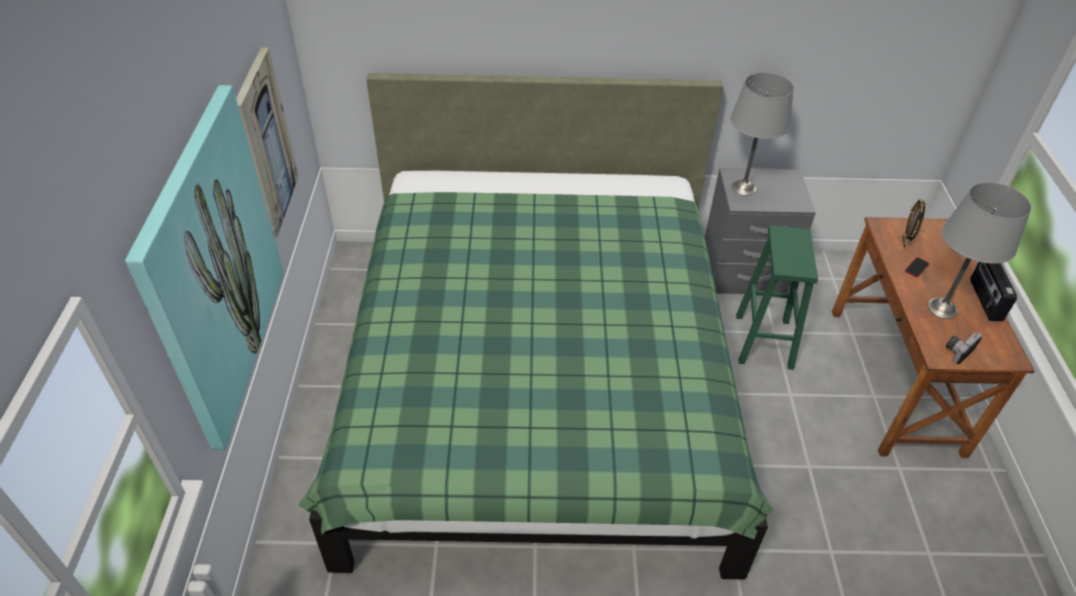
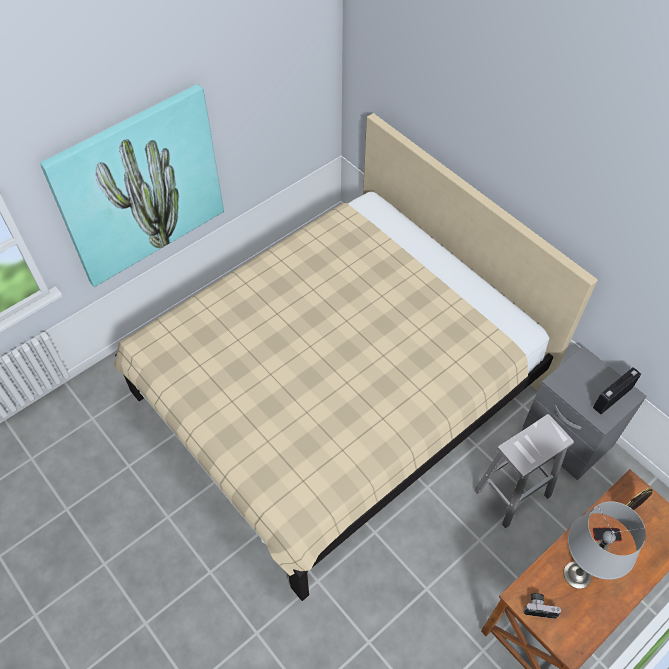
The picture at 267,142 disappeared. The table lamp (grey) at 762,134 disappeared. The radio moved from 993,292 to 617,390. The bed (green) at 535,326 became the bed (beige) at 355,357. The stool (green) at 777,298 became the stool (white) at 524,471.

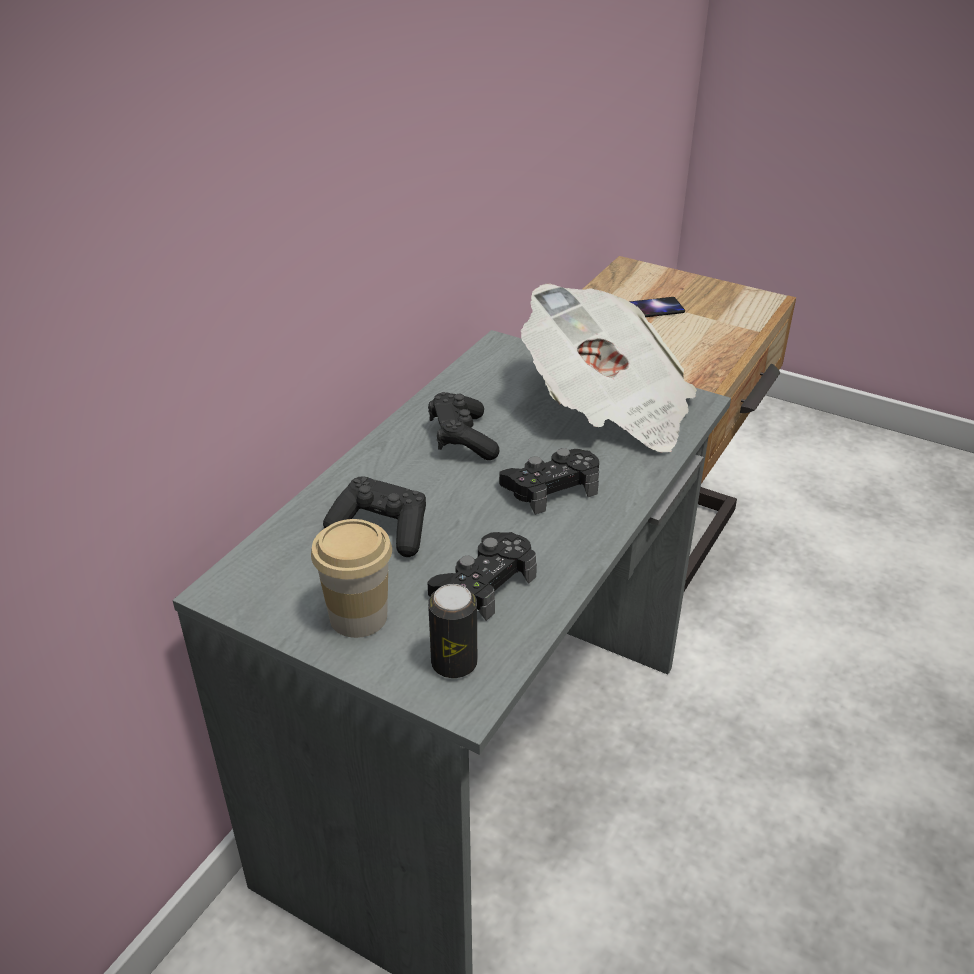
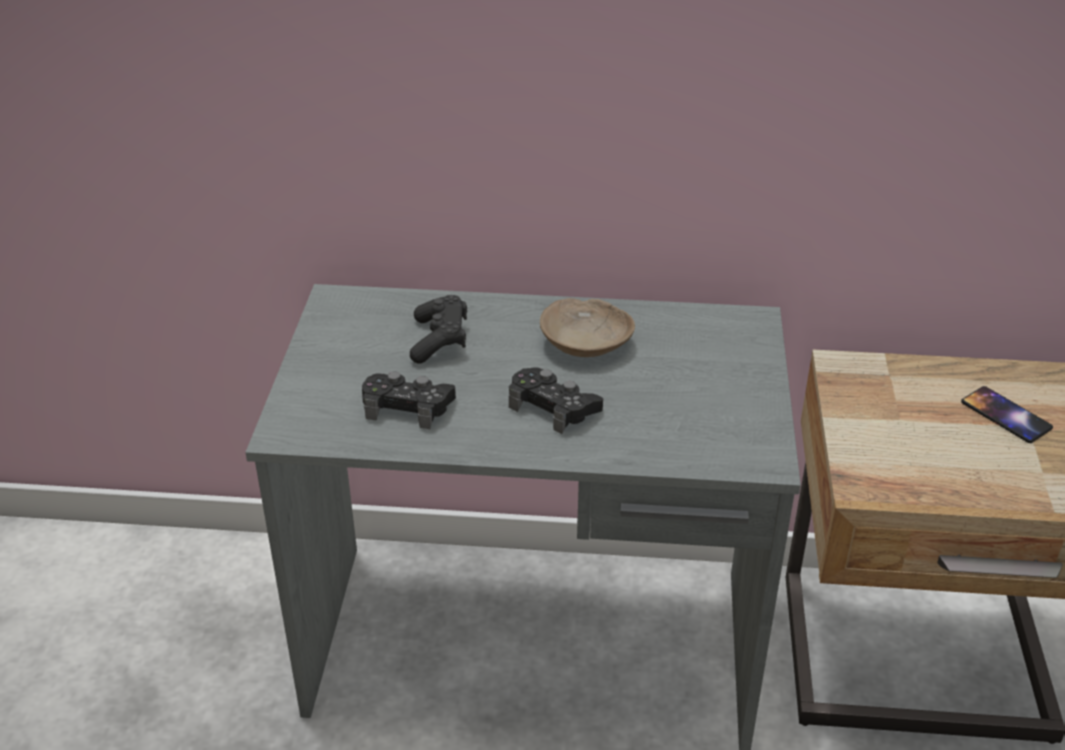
The cup at 351,578 disappeared. The can at 452,631 disappeared. The newspaper at 609,368 disappeared. The game controller (black) at 463,426 was replaced by the bowl (beige) at 587,327.

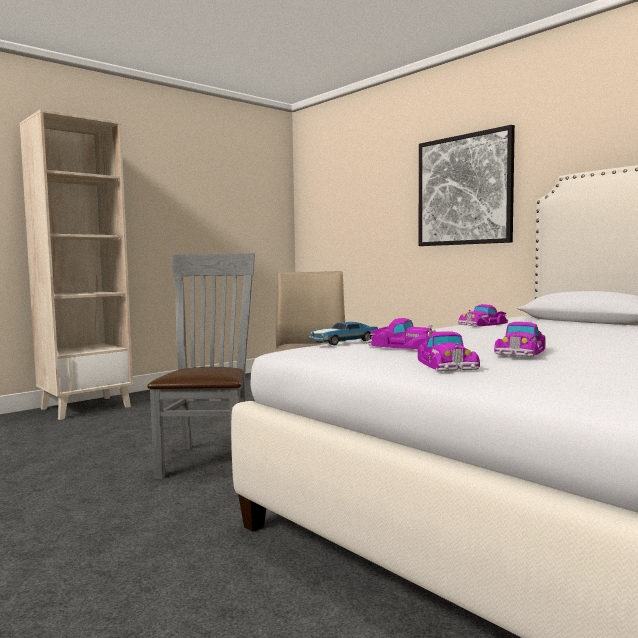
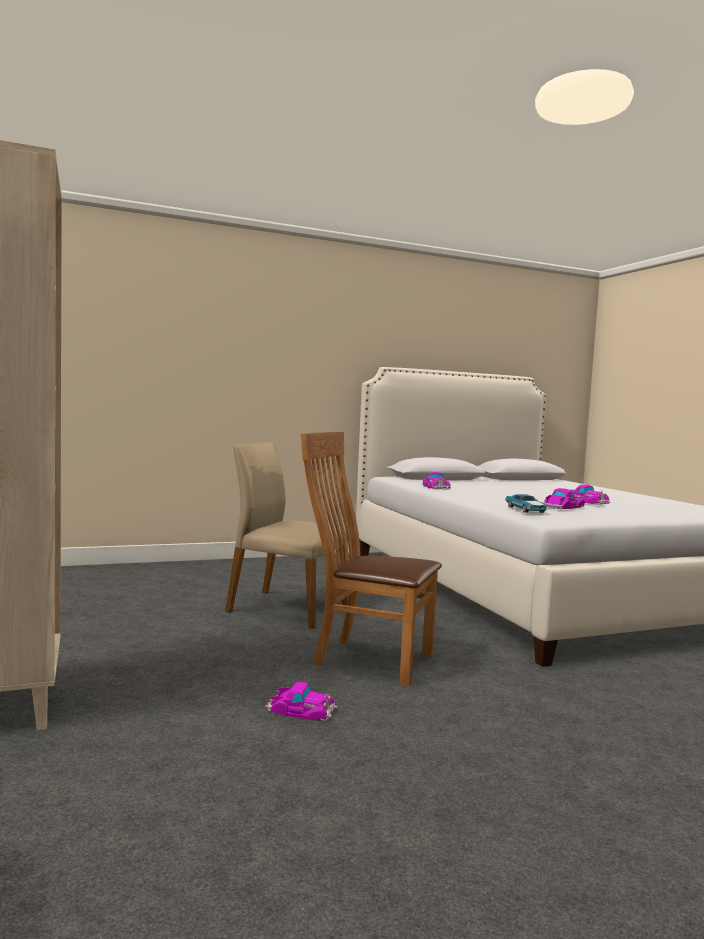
The picture at 467,185 disappeared. The toy car moved from 448,351 to 301,701. The chair (grey) at 201,366 became the chair (brown) at 371,559.

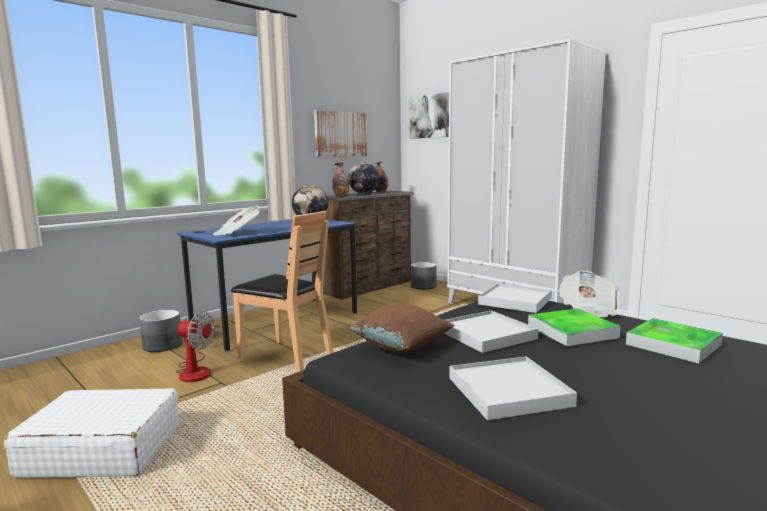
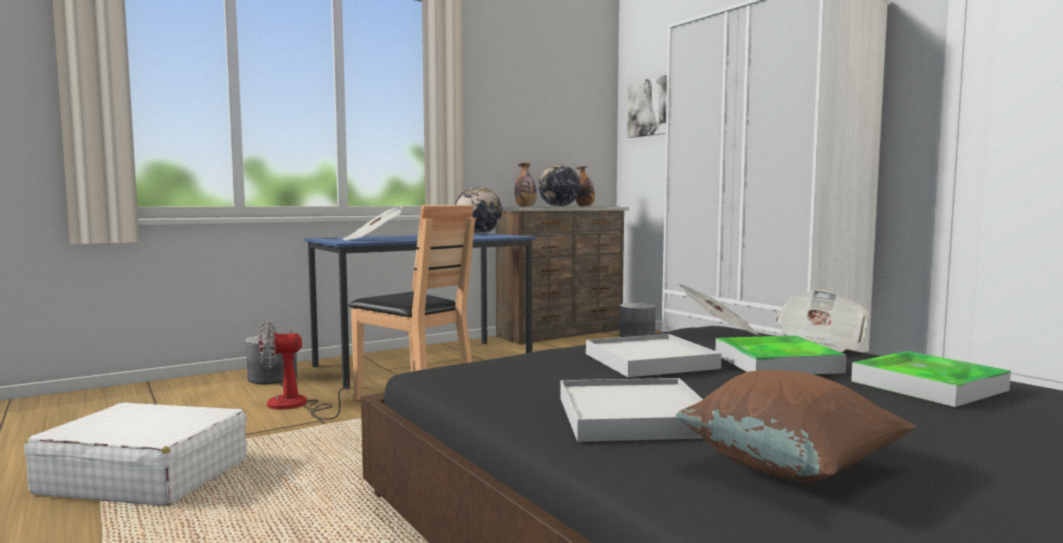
The picture at 341,133 disappeared. The pillow (brown) moved from 402,328 to 796,426. The tray (white) at 515,298 was replaced by the newspaper at 718,309. The fan at 195,346 turned 135 degrees clockwise.

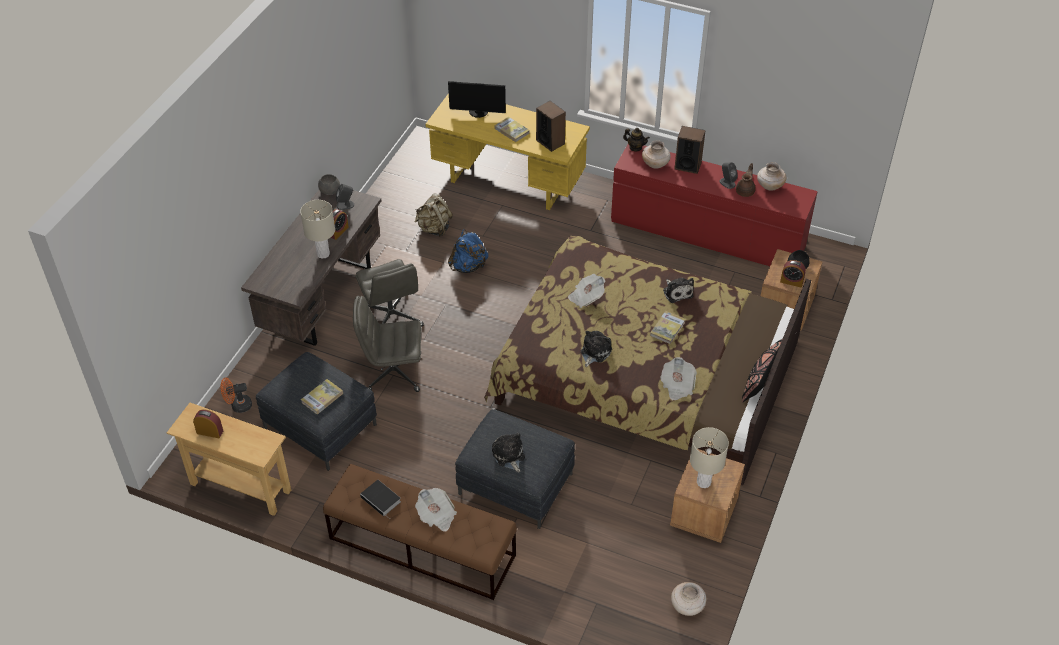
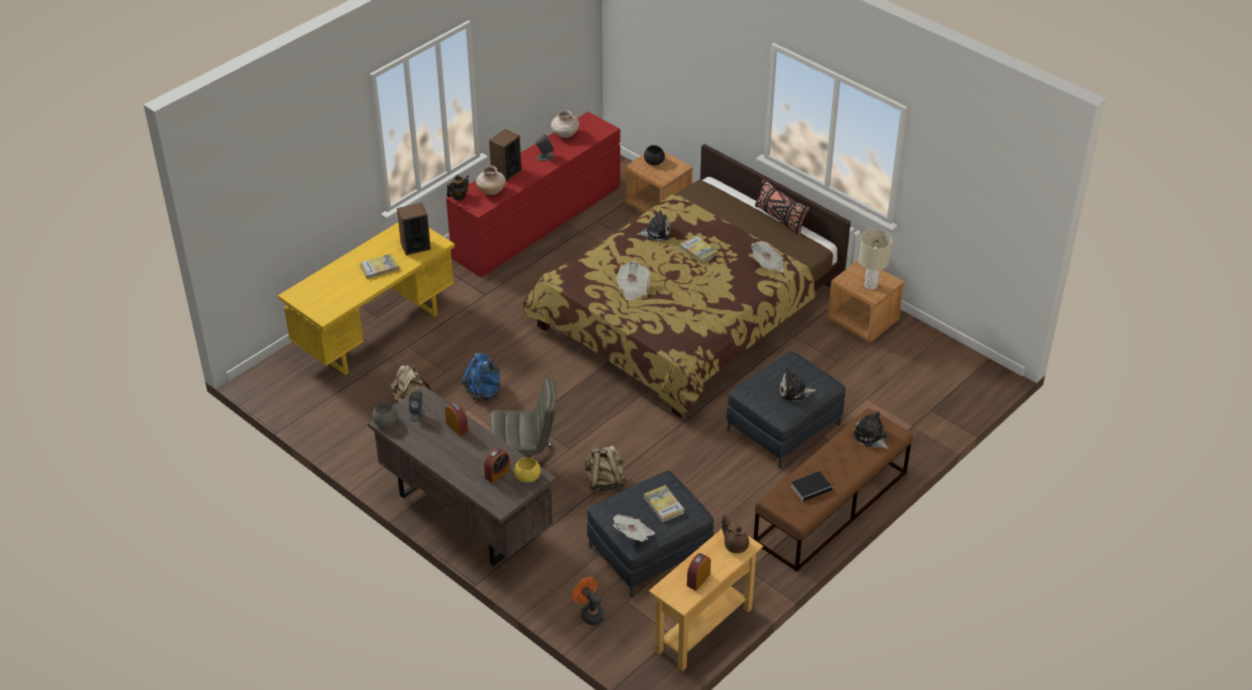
The table lamp (beige) at 317,229 disappeared. The monitor at 477,99 disappeared. The vase (beige) at 688,599 disappeared. The bowl (yellow) at 527,470 appeared. The newspaper moved from 436,510 to 634,528. The plush toy moved from 596,349 to 871,430. The teapot (brown) moved from 746,180 to 735,534. The alarm clock moved from 793,273 to 497,465. The office chair (grey) at 387,344 was replaced by the backpack (beige) at 605,469. The fan (orange) at 236,395 turned 135 degrees clockwise.

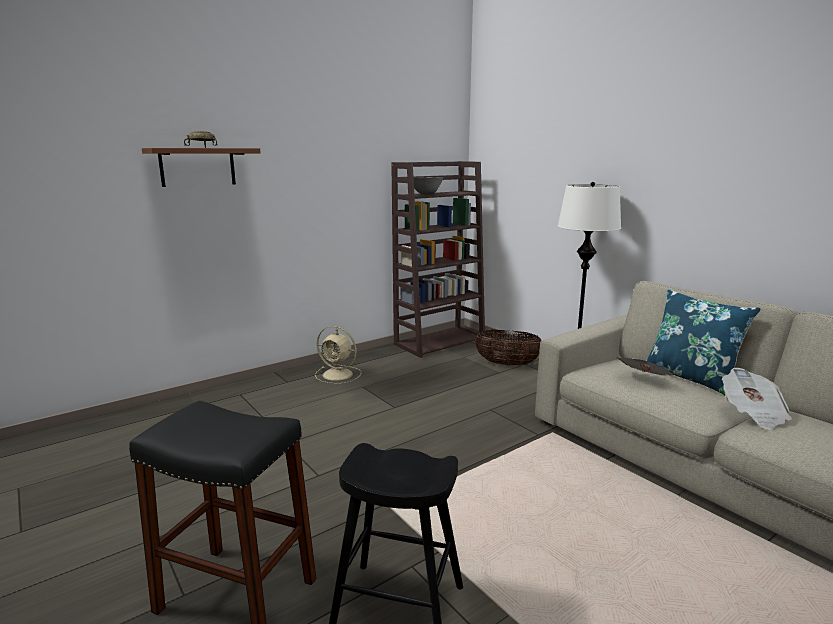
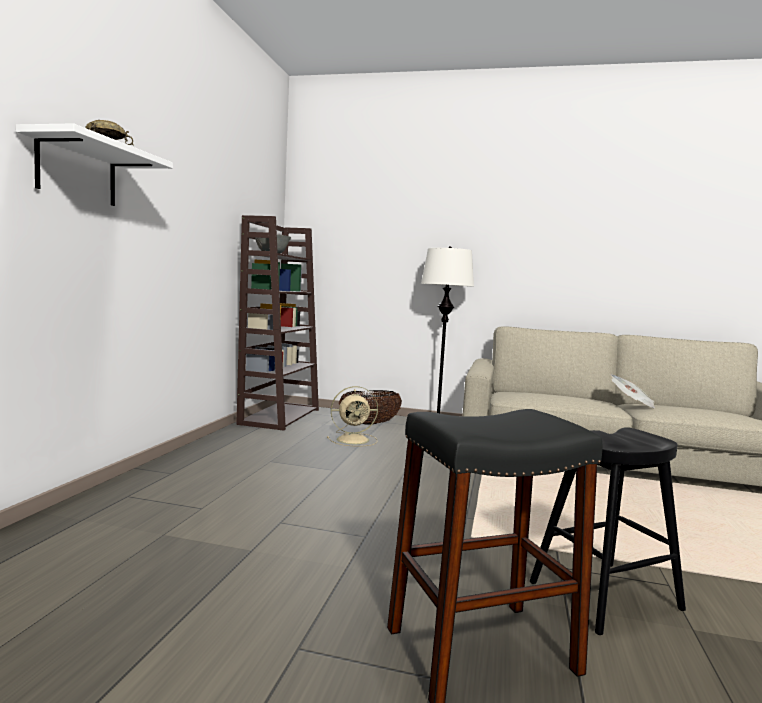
The newspaper at 645,367 disappeared. The pillow (blue) at 703,342 disappeared. The fan (beige) moved from 338,355 to 352,416. The shelf (brown) at 201,167 became the shelf (white) at 94,164.

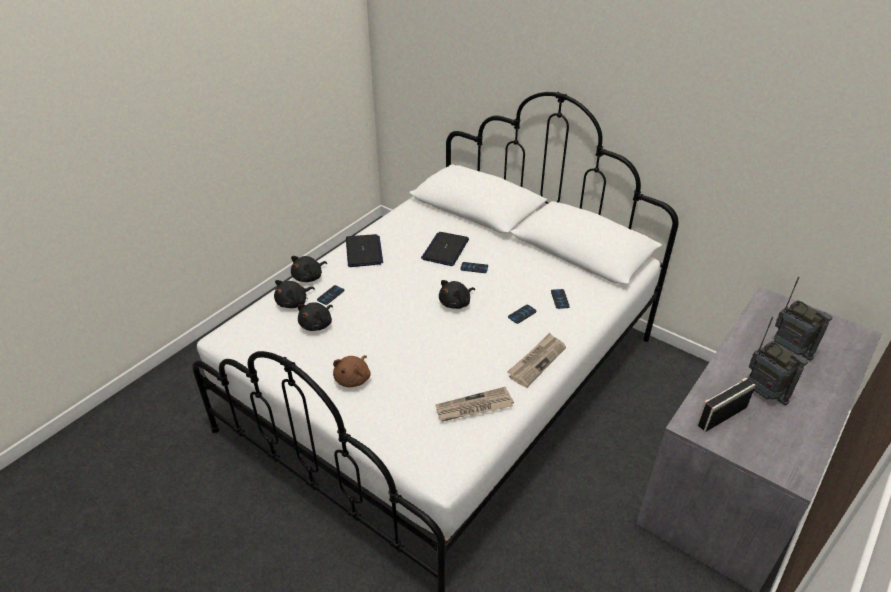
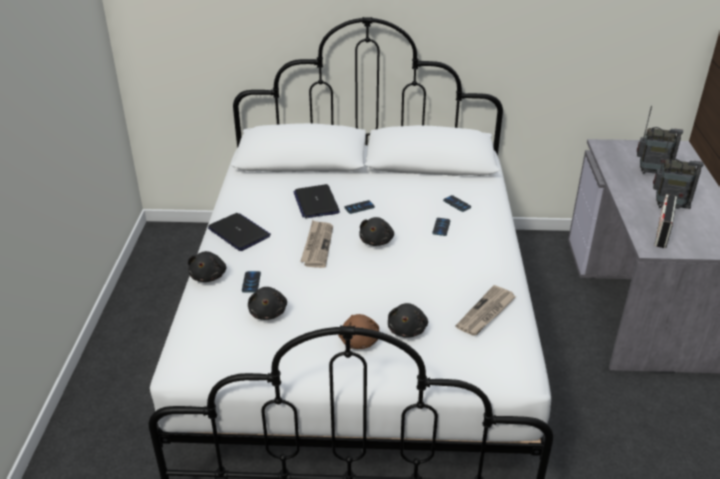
The plush toy (black) moved from 294,294 to 408,320. The newspaper moved from 536,360 to 316,244.

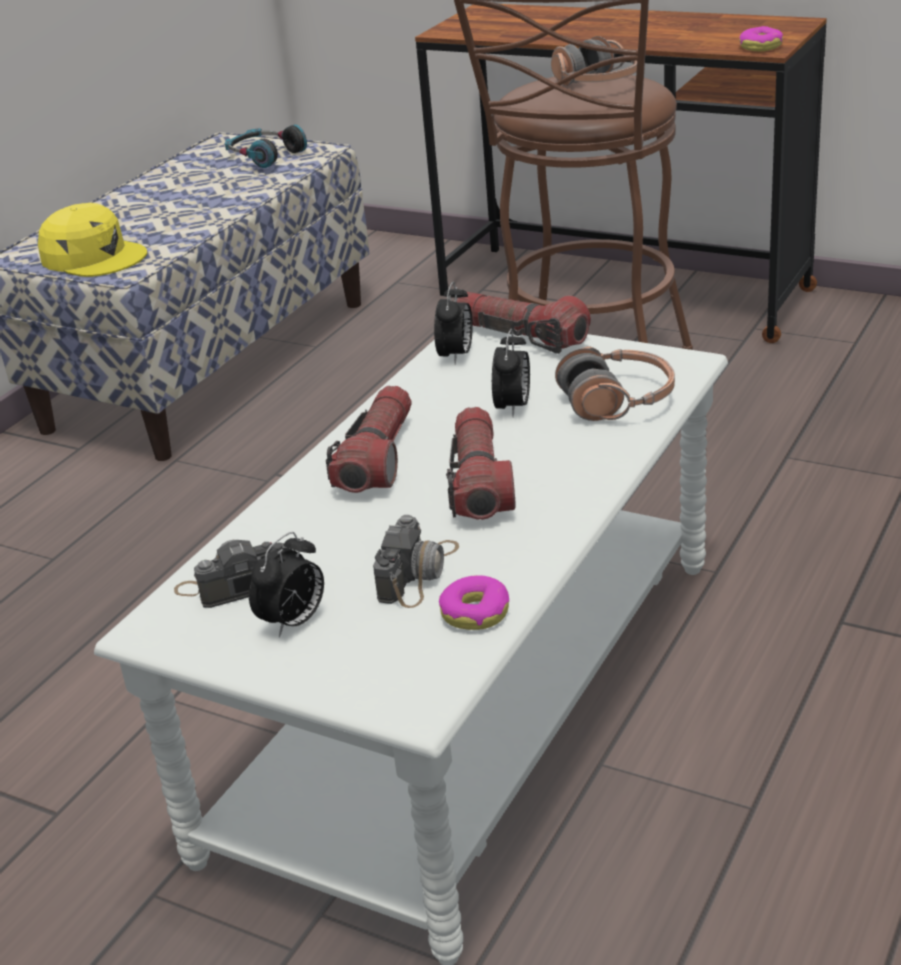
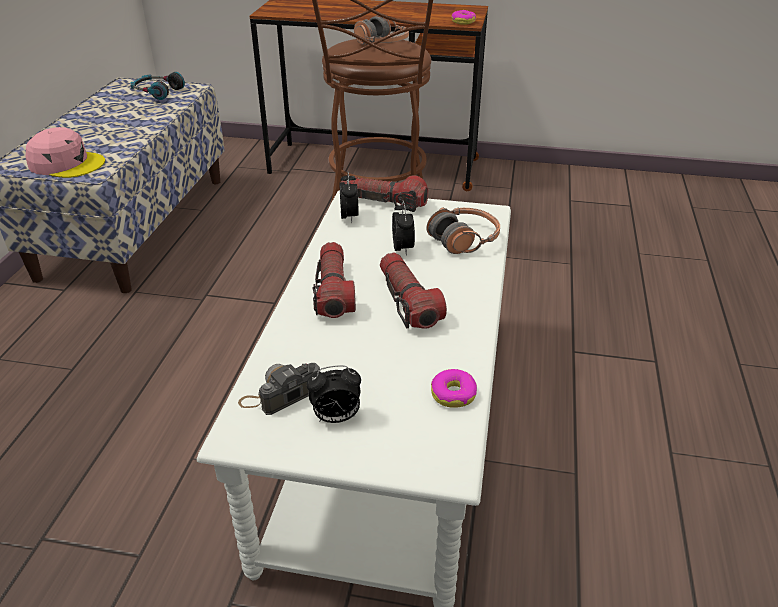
The photo camera at 416,561 disappeared. The cap (yellow) at 92,240 became the cap (pink) at 65,152. The alarm clock at 286,584 turned 60 degrees clockwise.

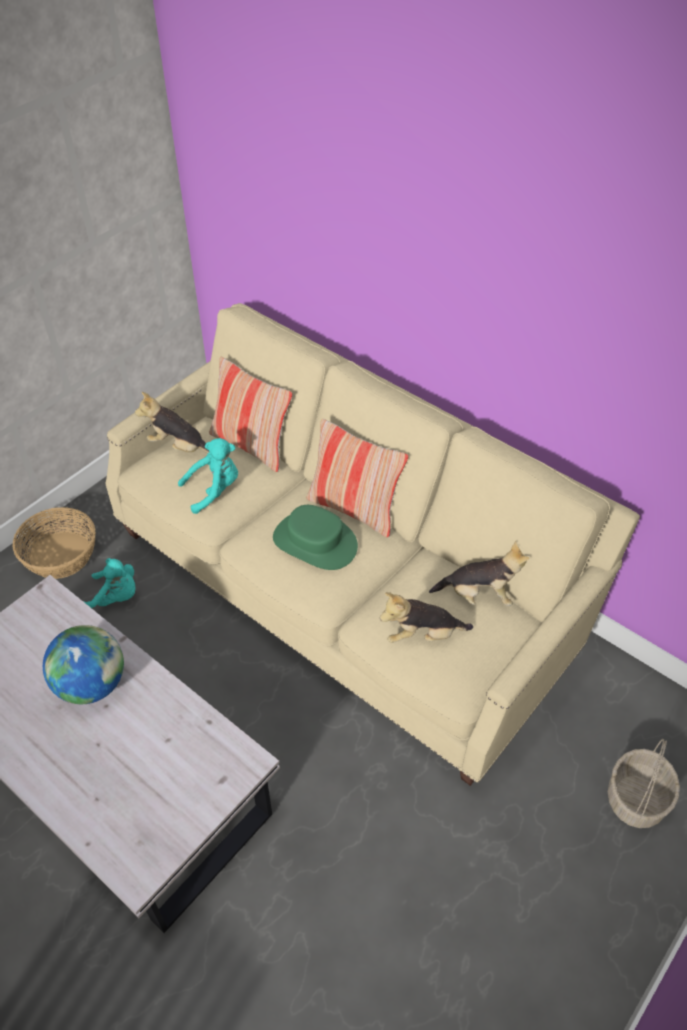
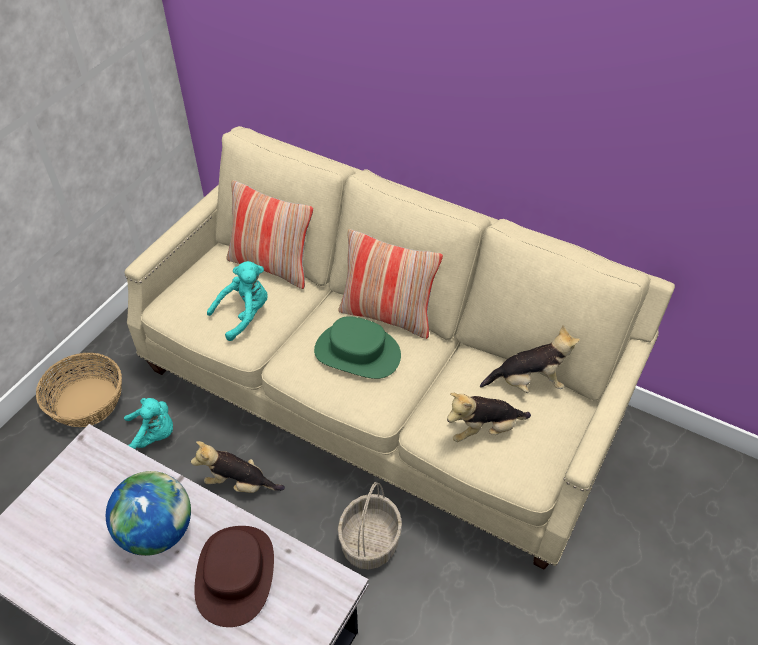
The hat (brown) at 234,576 appeared. The plush toy moved from 172,423 to 238,467. The basket moved from 644,783 to 370,525.

